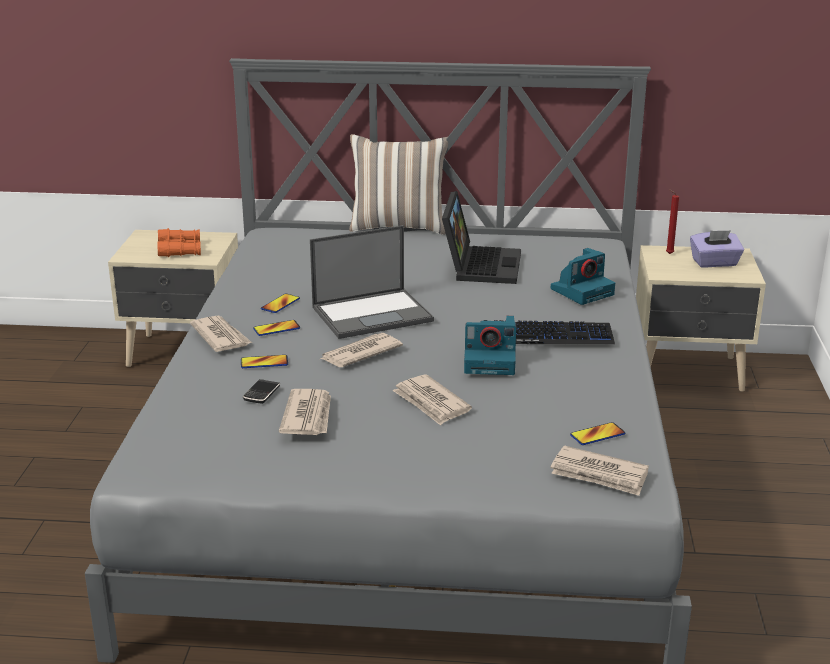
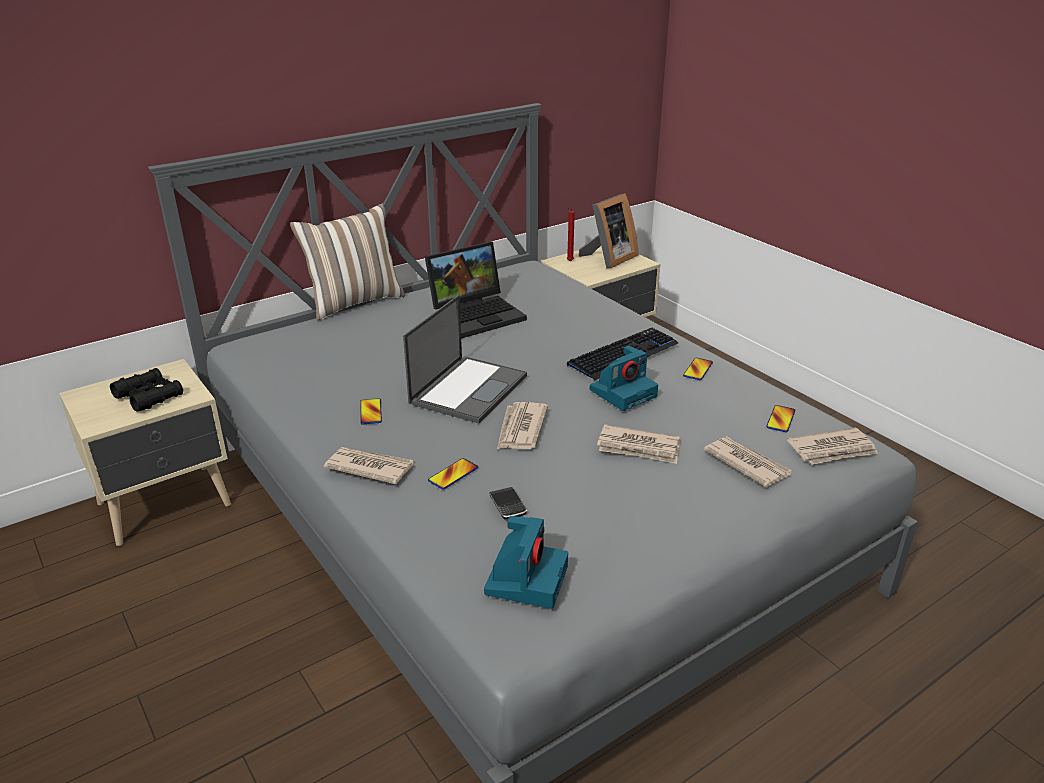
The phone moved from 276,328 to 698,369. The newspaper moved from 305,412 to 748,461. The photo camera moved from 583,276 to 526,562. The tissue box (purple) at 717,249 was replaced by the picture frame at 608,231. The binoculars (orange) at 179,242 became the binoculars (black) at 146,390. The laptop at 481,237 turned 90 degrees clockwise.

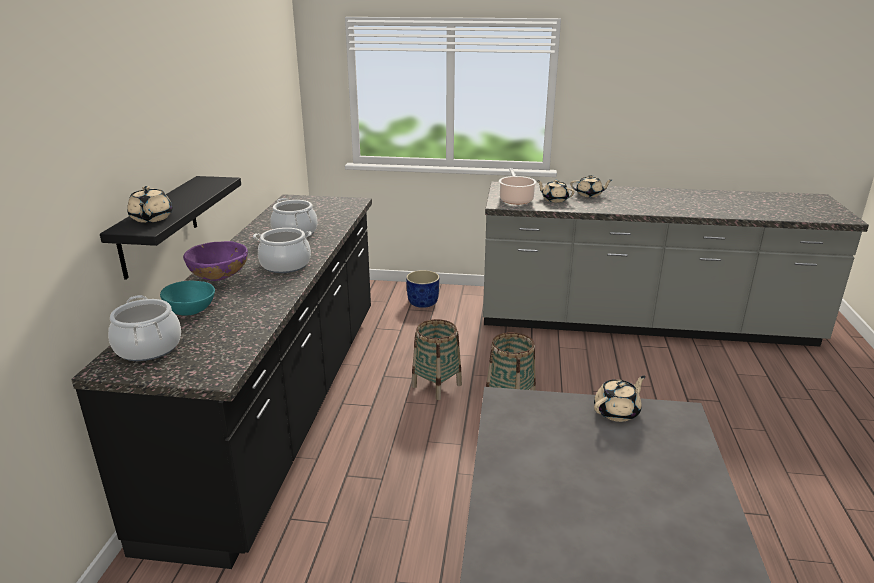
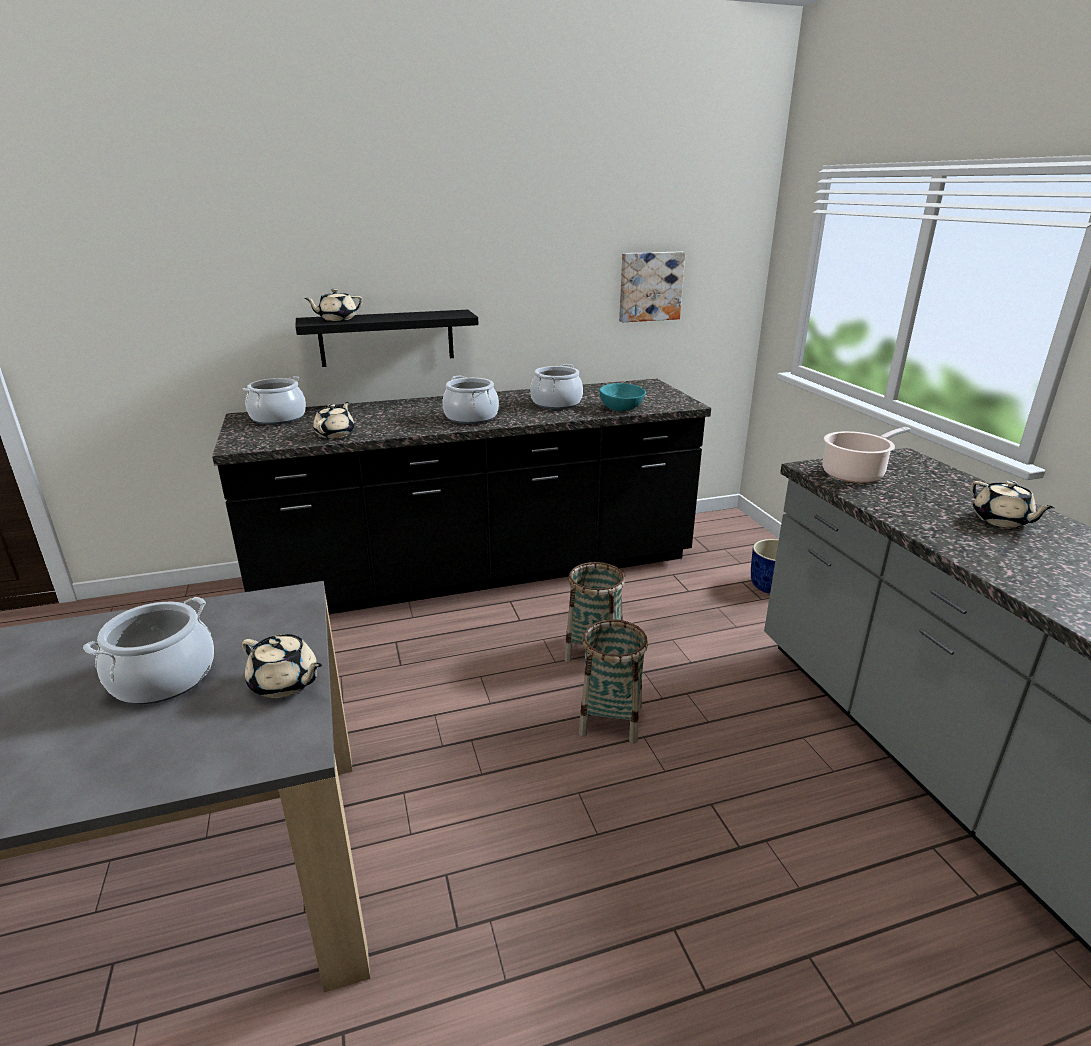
The bowl (purple) at 215,261 disappeared. The cooking pot at 148,650 appeared. The picture at 652,286 appeared. The bowl (turquoise) moved from 187,297 to 622,397. The teapot (beige) moved from 556,191 to 334,420.

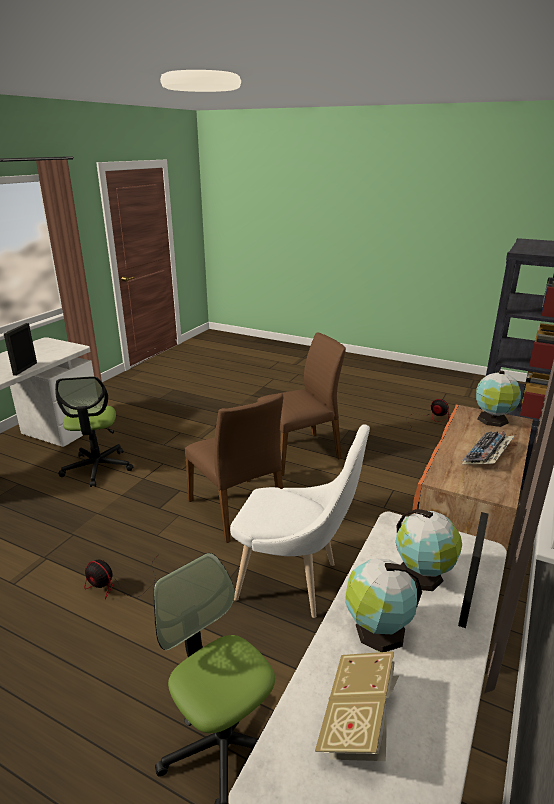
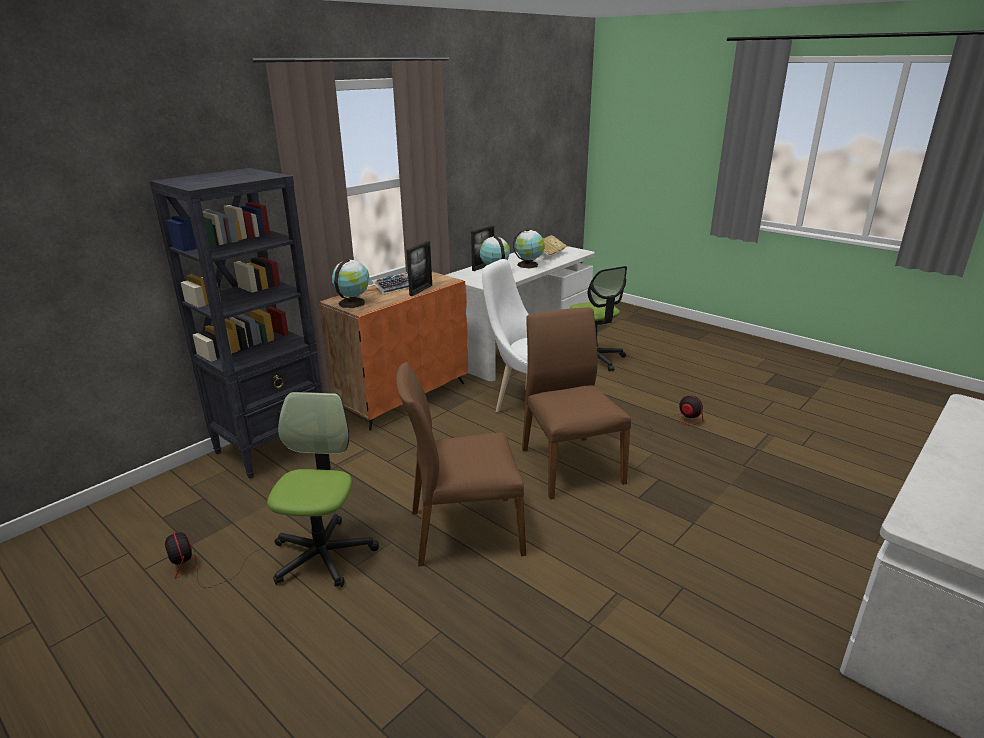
The picture frame moved from 20,349 to 419,268. The office chair moved from 94,431 to 323,489.

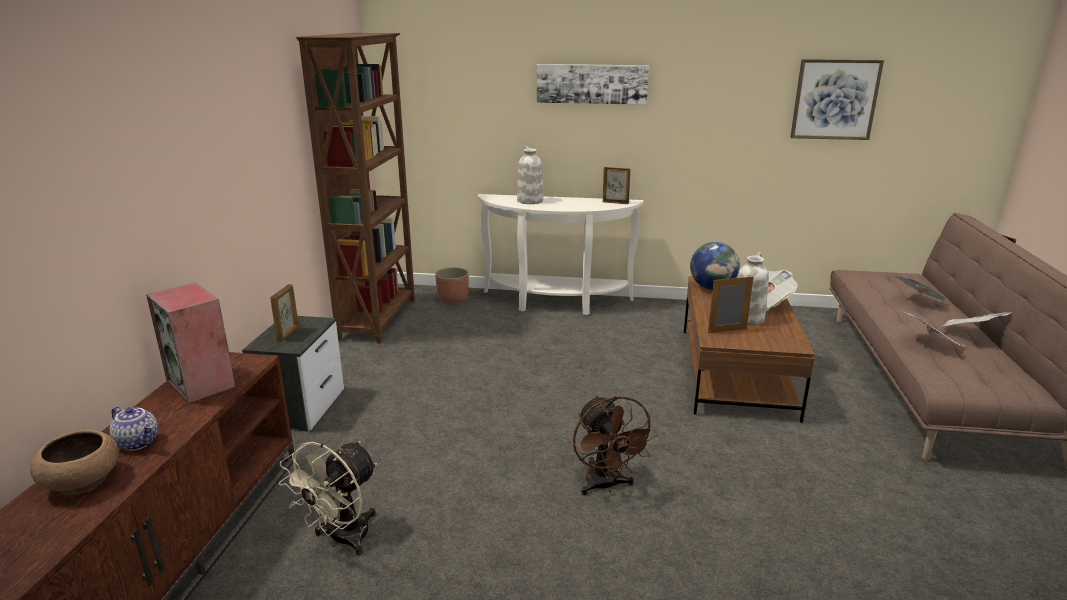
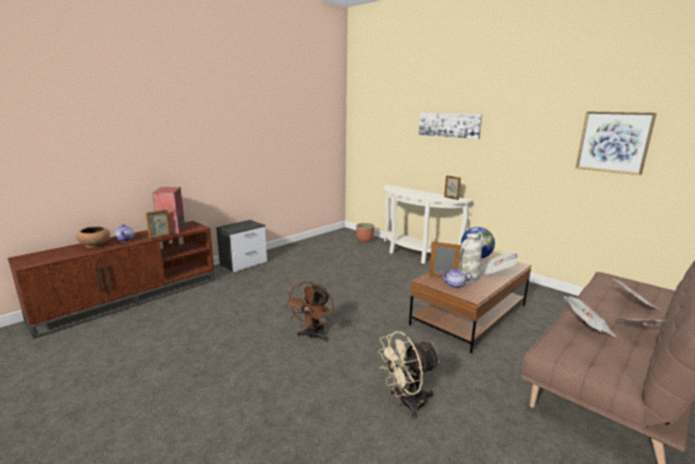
The bookcase (brown) at 355,188 disappeared. The vase (white) at 530,175 disappeared. The teapot at 456,278 appeared. The picture frame moved from 284,313 to 158,224. The fan (beige) moved from 328,498 to 408,375.

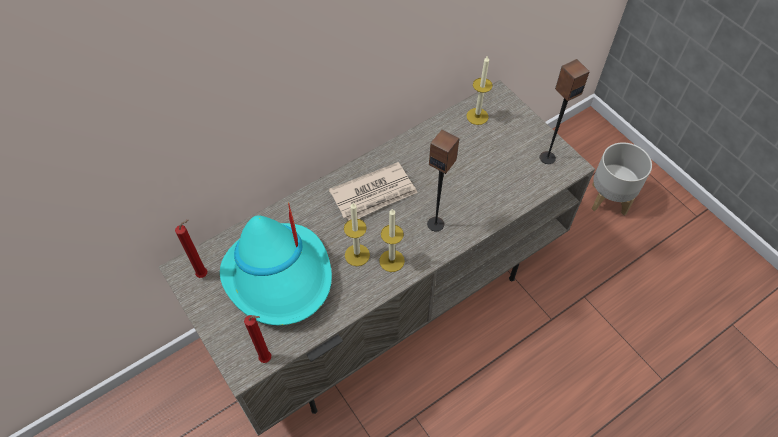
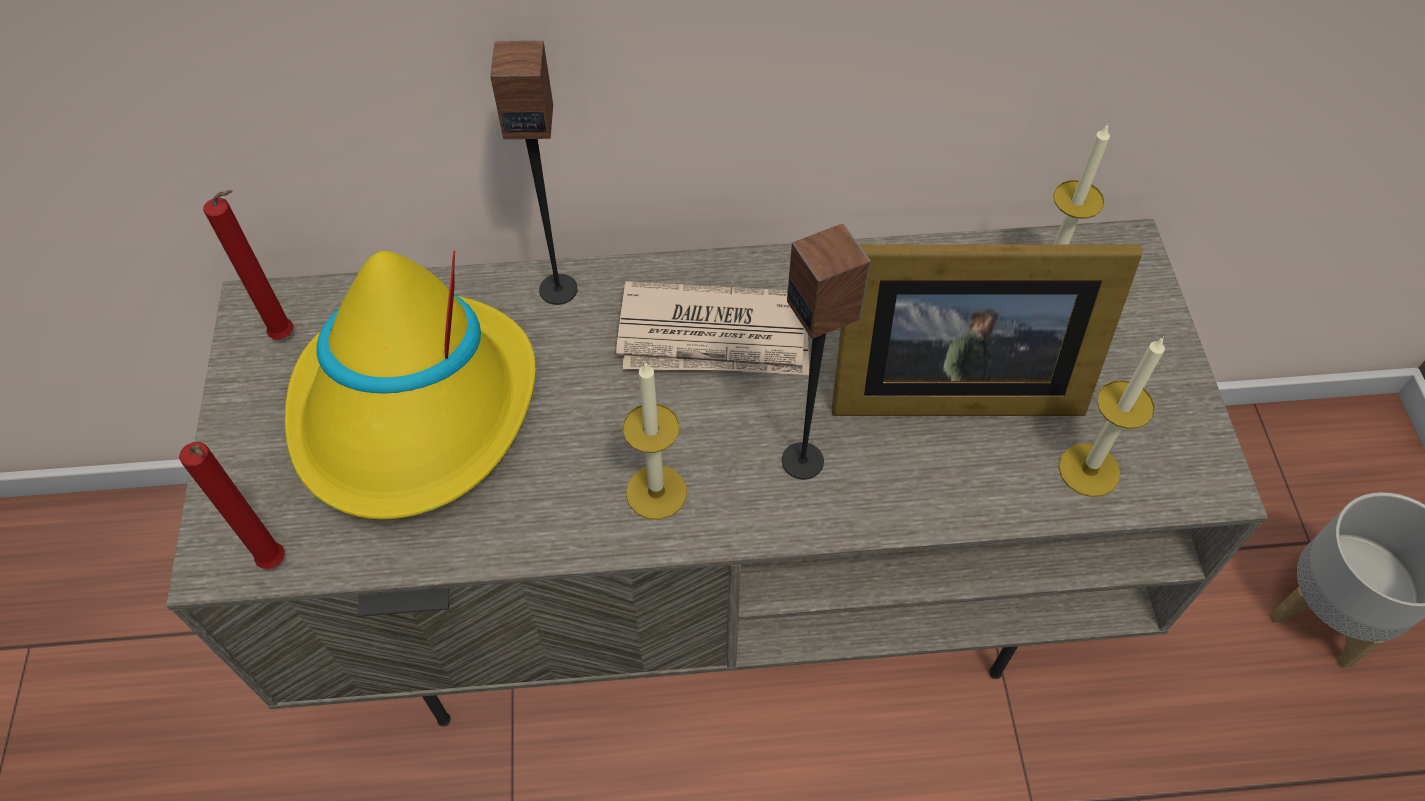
The picture frame at 987,330 appeared. The candle moved from 357,234 to 1112,417. The speaker moved from 565,111 to 534,172. The hat (turquoise) at 276,263 became the hat (yellow) at 410,384.

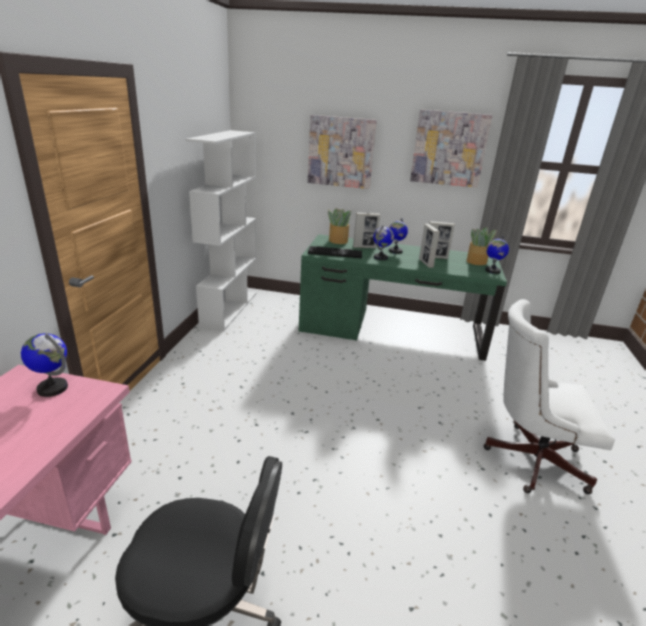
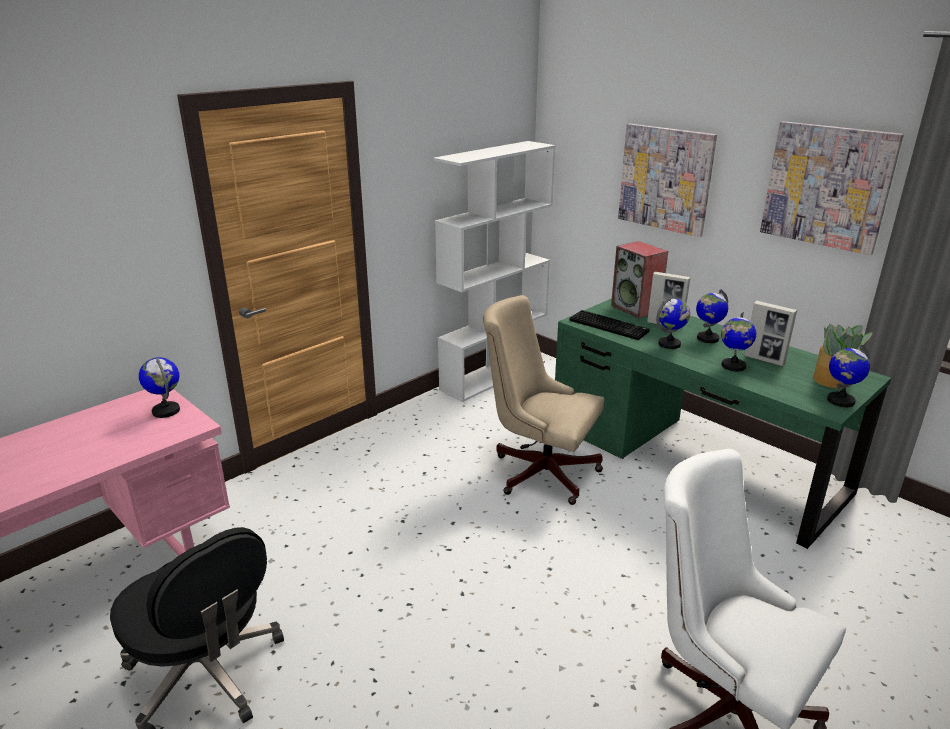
The office chair (beige) at 543,400 appeared. The potted plant at 339,226 was replaced by the speaker at 639,279. The picture frame at 429,246 was replaced by the globe at 738,341.

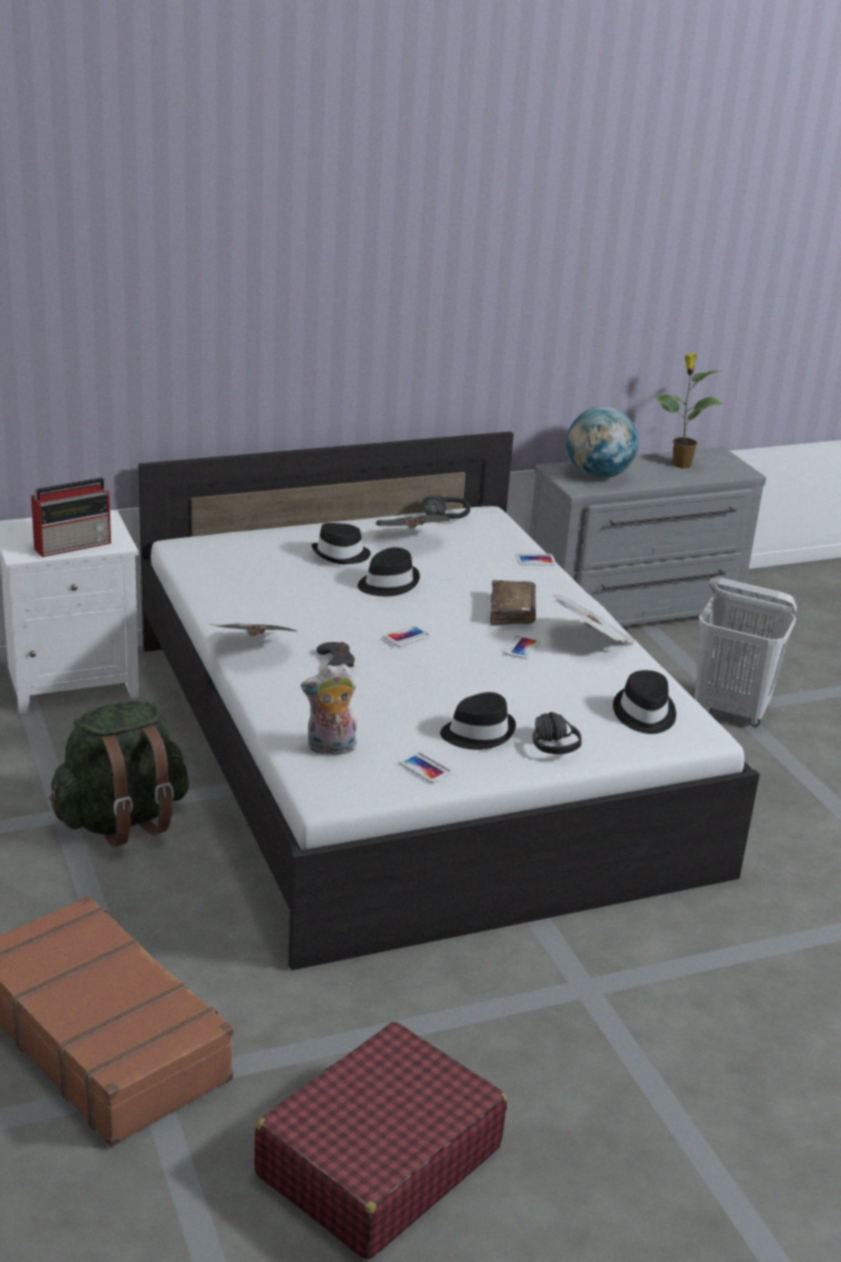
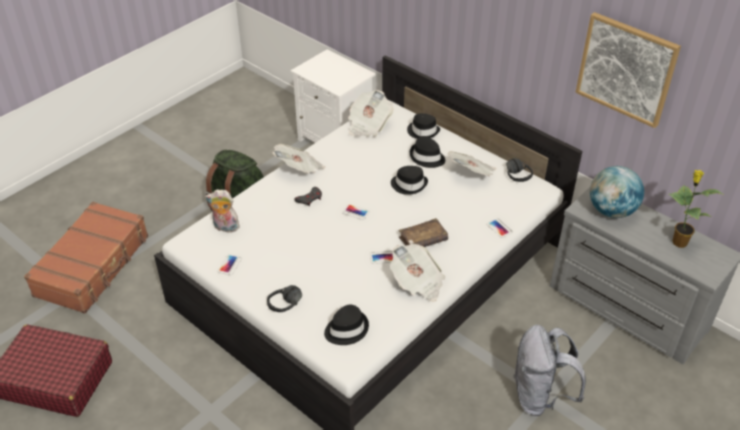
The radio at 71,517 disappeared. The newspaper at 370,113 appeared. The picture at 628,70 appeared. The hat (black) moved from 478,721 to 423,126. The laundry basket (white) at 745,652 was replaced by the backpack (grey) at 549,370. The plush toy at 329,709 turned 45 degrees counterclockwise.

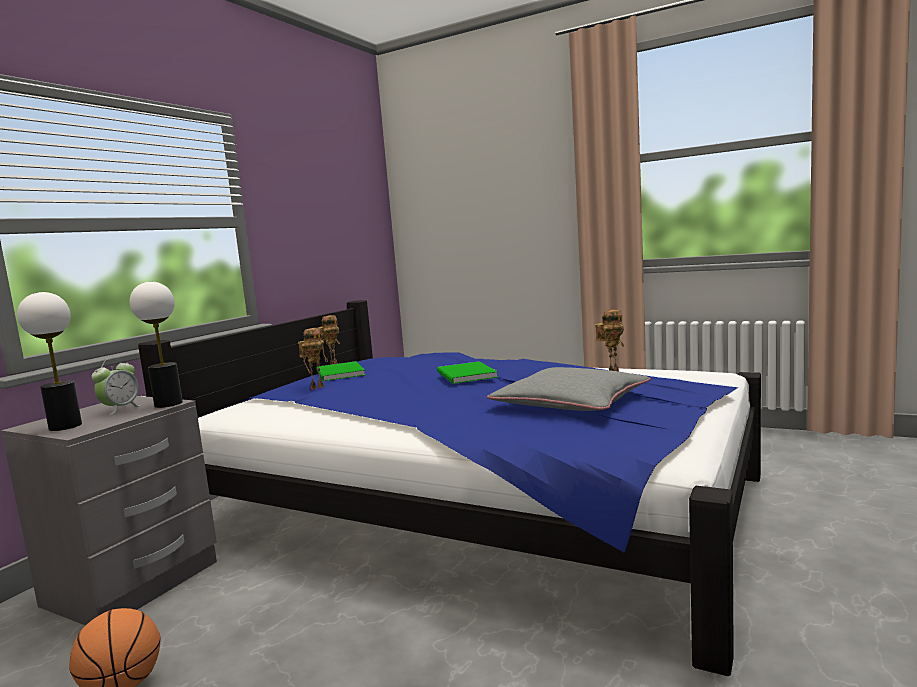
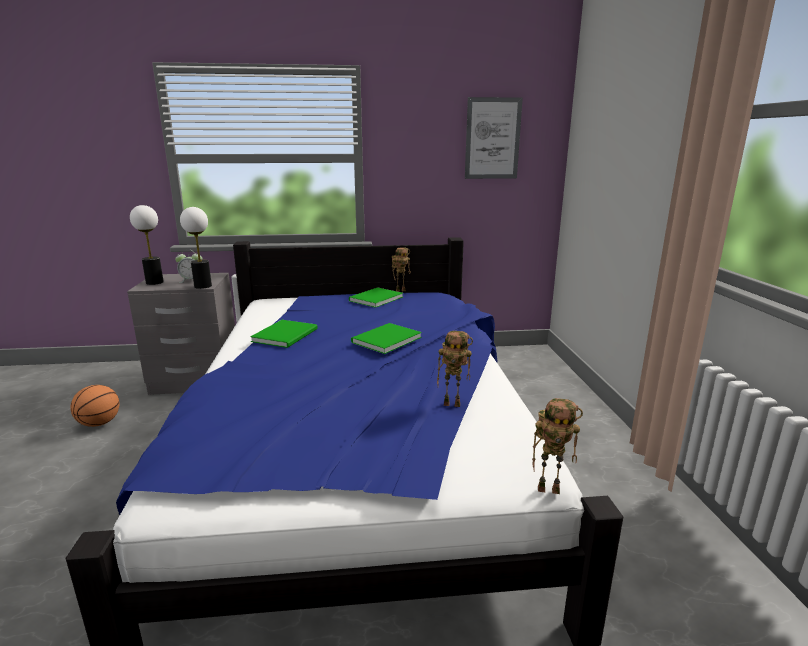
The pillow (grey) at 569,389 disappeared. The book (green) at 283,334 appeared. The picture at 494,138 appeared. The toy robot moved from 313,359 to 557,446.

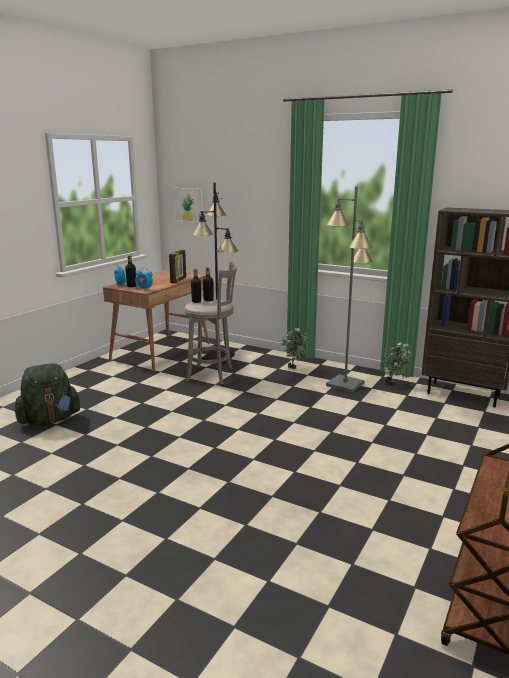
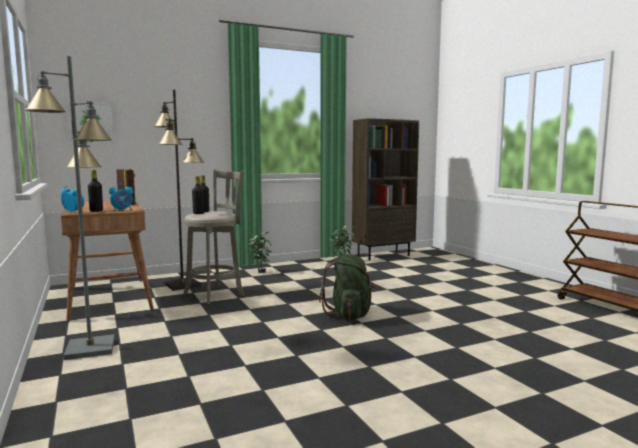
The backpack (green) moved from 47,394 to 348,286. The floor lamp (grey) moved from 349,289 to 70,208.

